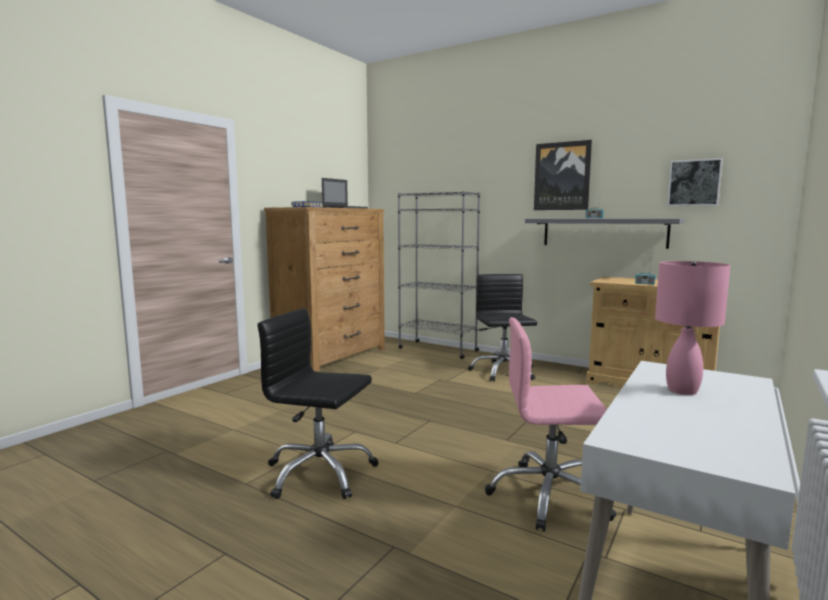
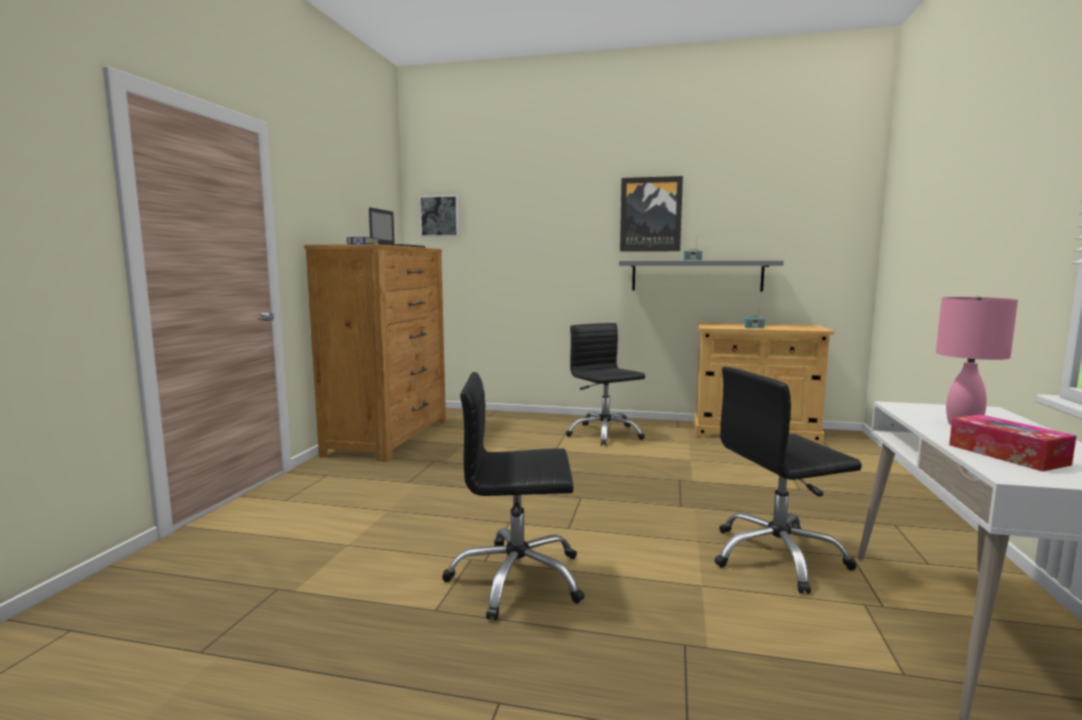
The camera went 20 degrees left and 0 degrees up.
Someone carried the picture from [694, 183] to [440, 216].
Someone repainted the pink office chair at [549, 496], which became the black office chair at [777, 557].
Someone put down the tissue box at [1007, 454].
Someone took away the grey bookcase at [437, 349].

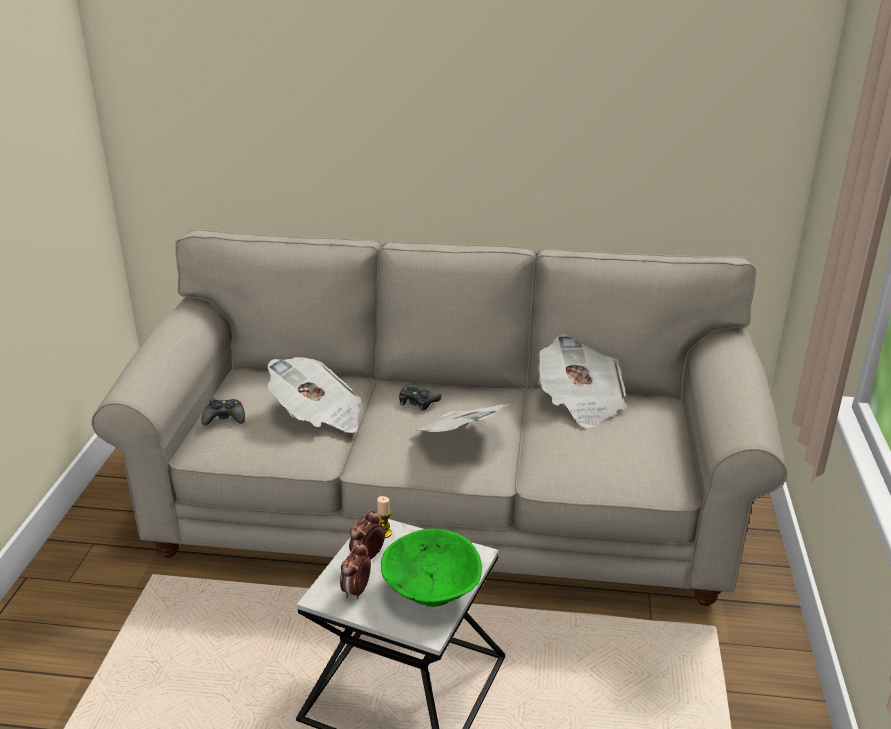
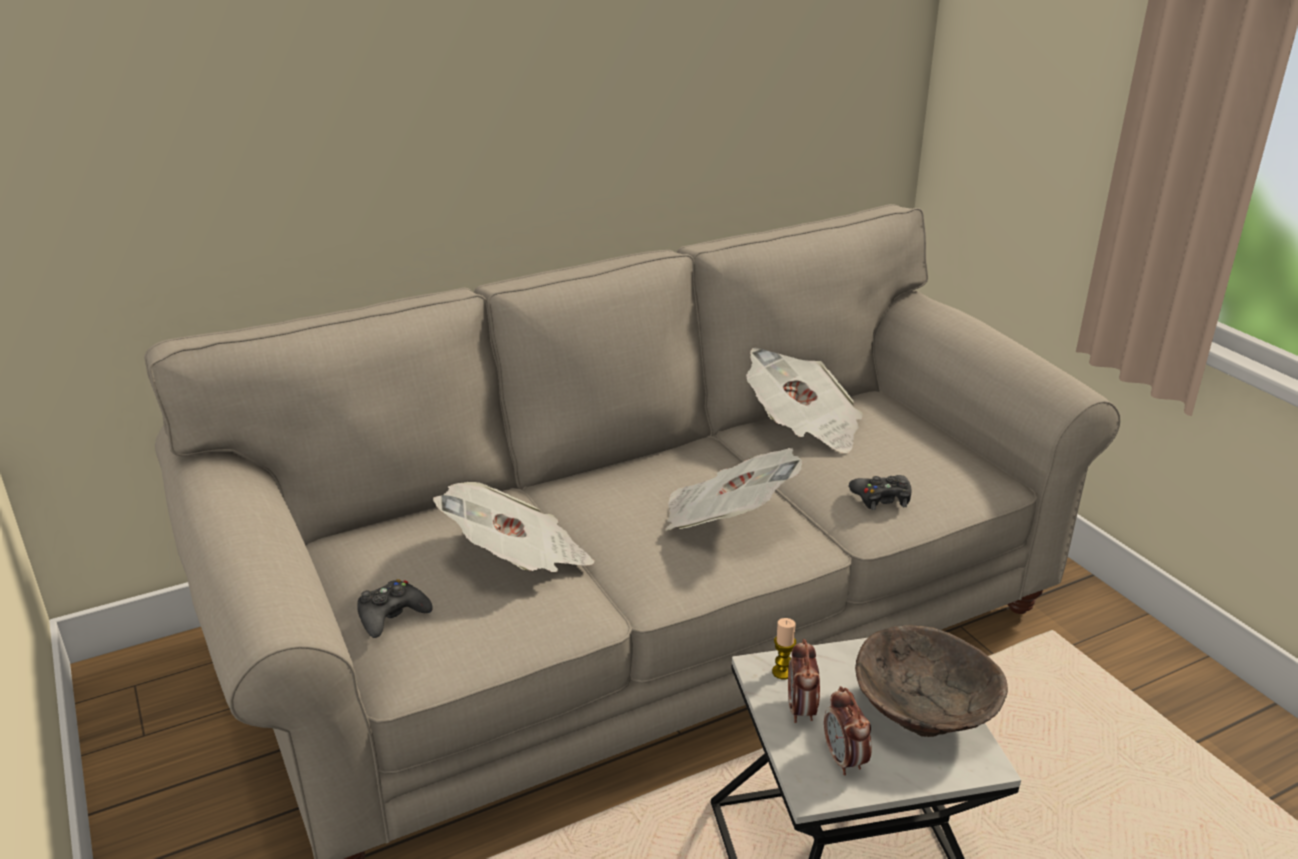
The camera went 35 degrees left and 0 degrees up.
Someone carried the black game controller from [418, 402] to [882, 498].
Someone repainted the green bowl at [431, 590], which became the brown bowl at [921, 713].

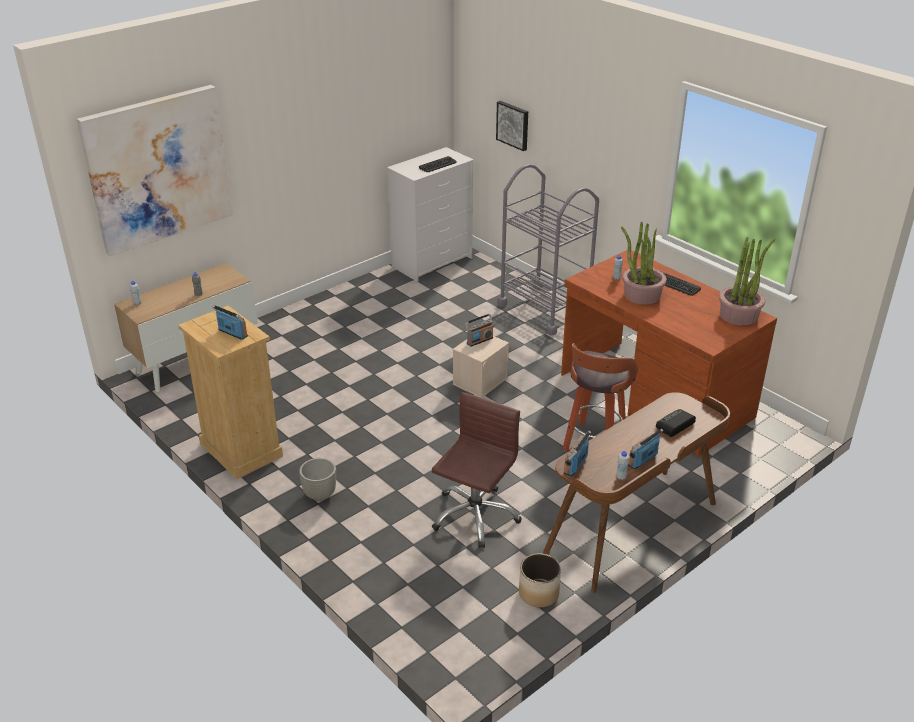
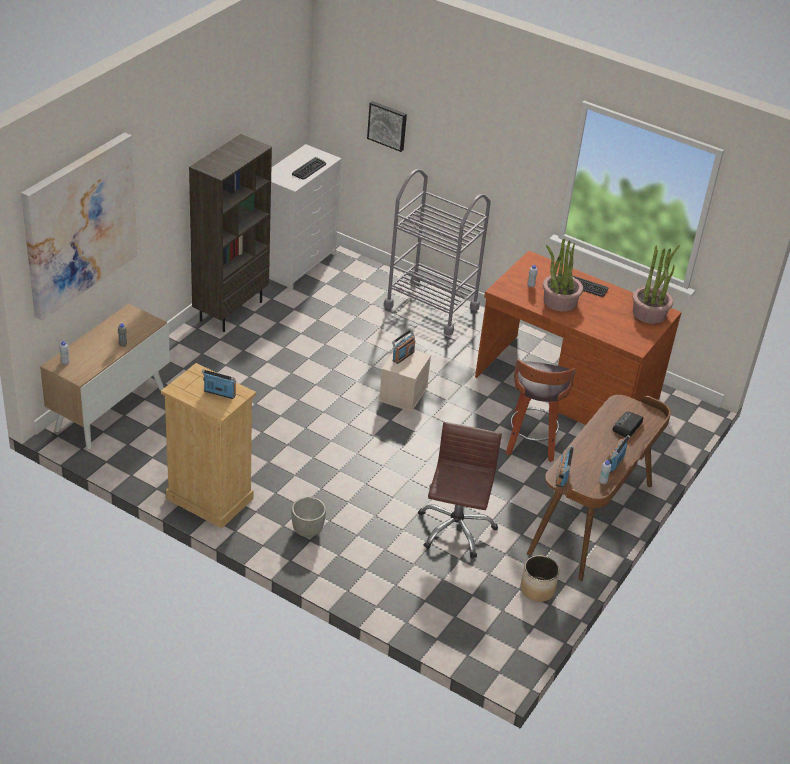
The camera went 20 degrees left and 5 degrees up.
Someone put down the brown bookcase at [230, 310].

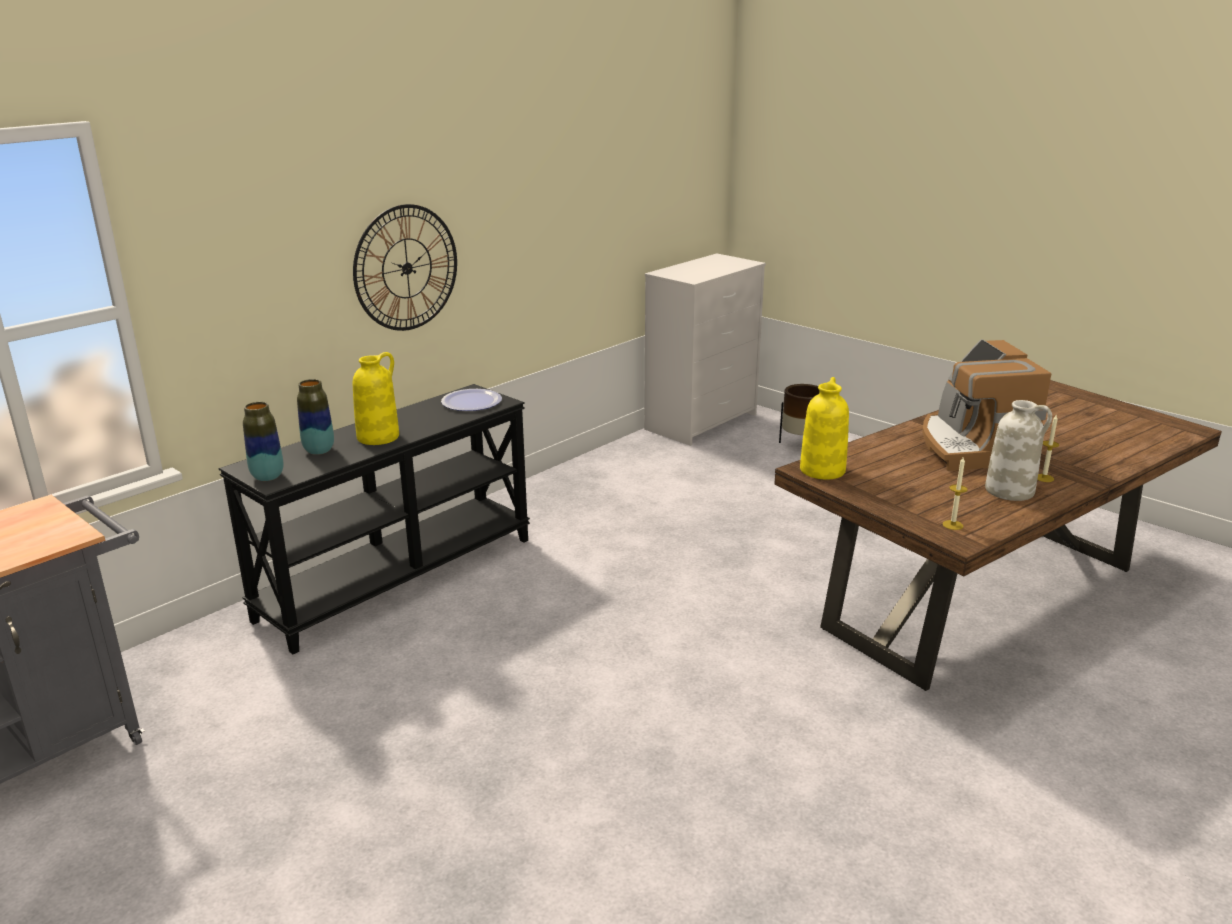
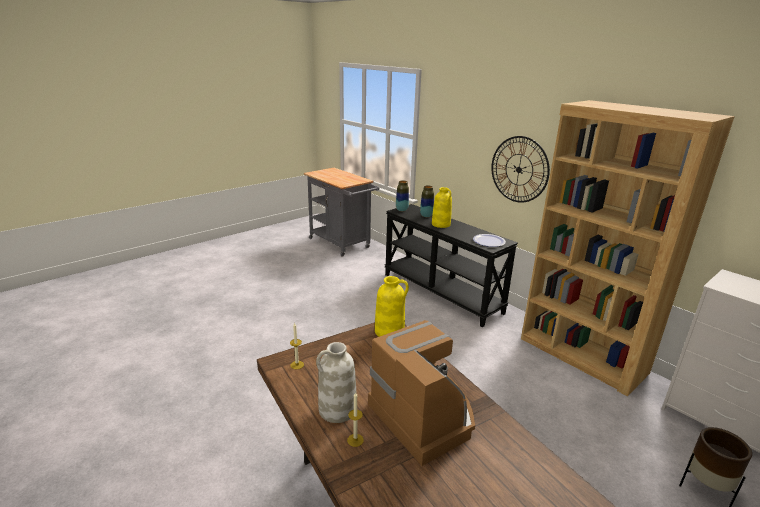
The camera went 95 degrees right and 0 degrees up.
Someone rotated the coffee machine at [971, 447] by 60 degrees clockwise.
Someone put down the brown bookcase at [582, 356].

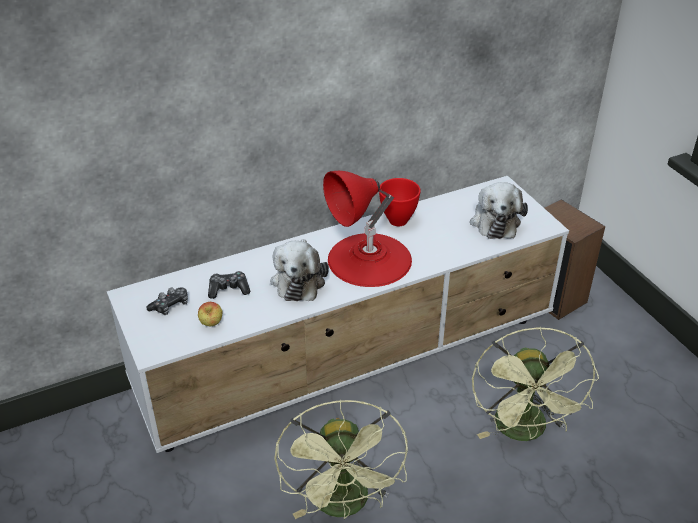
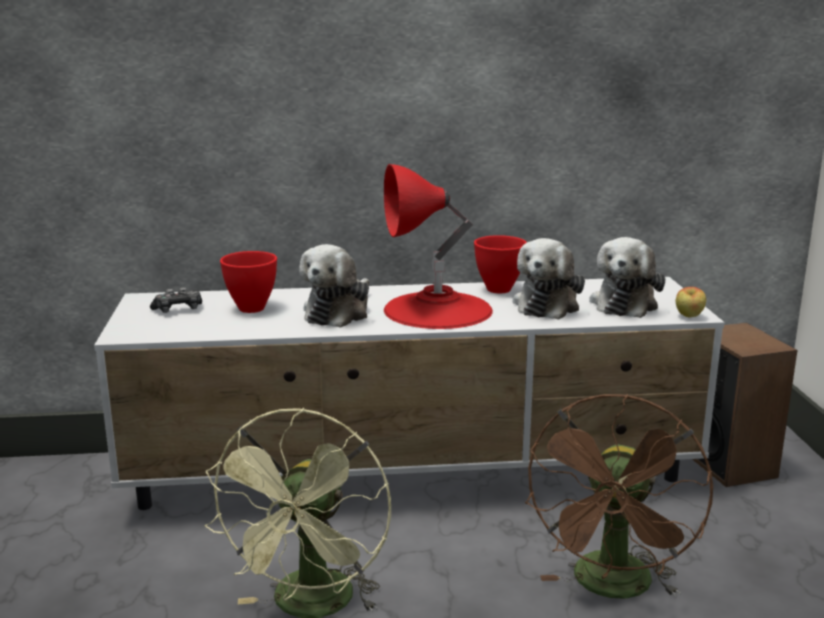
The camera went 20 degrees right and 20 degrees down.
Someone swapped the game controller at [228, 289] for the red bowl at [253, 308].
Someone put down the plush toy at [548, 305].
Someone repainted the green fan at [524, 432], which became the brown fan at [613, 588].
Someone carried the apple from [211, 324] to [689, 317].

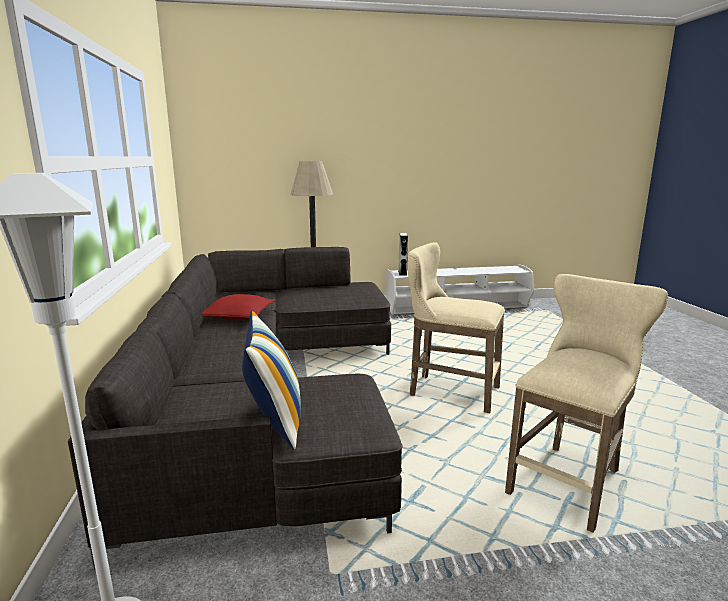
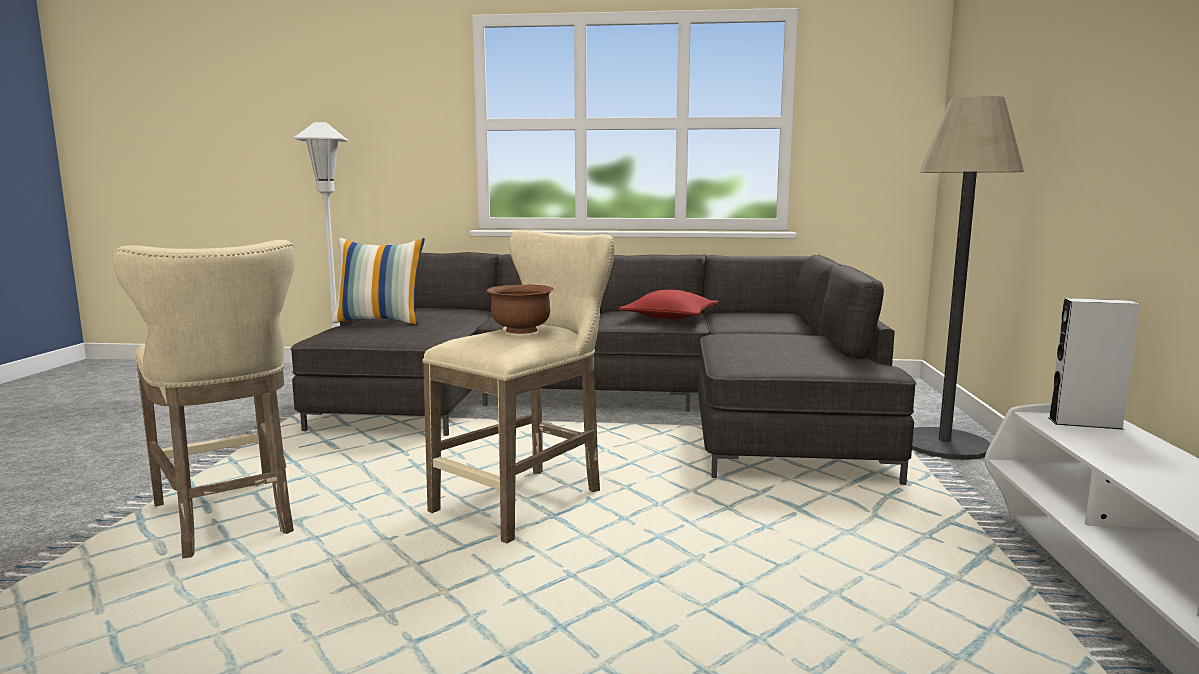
The camera went 105 degrees right and 5 degrees down.
Someone put down the brown bowl at [521, 330].

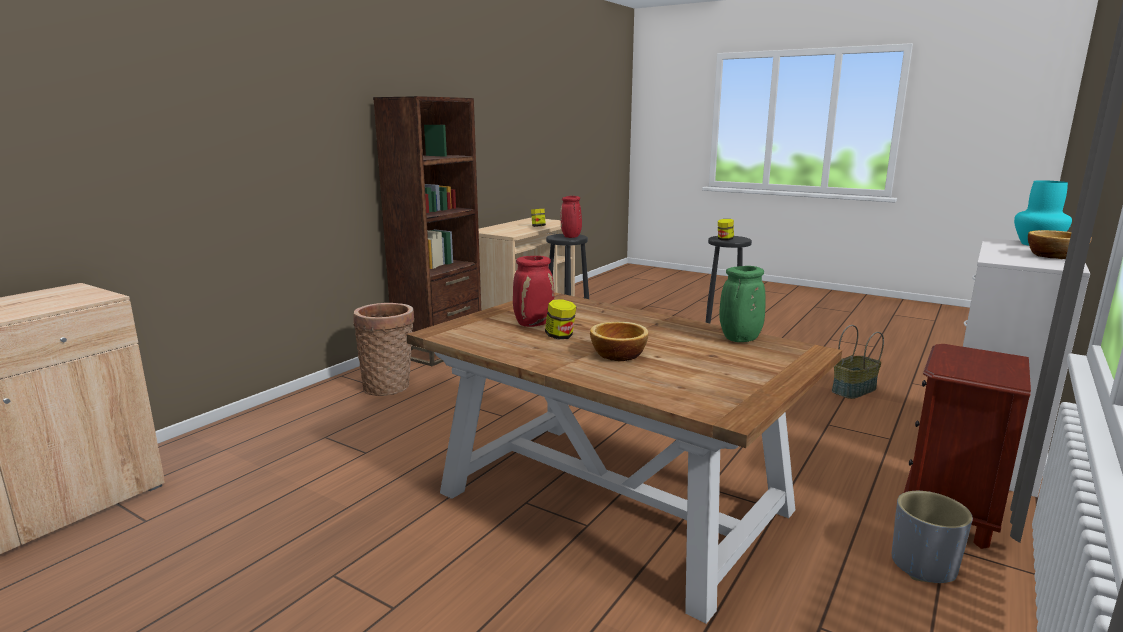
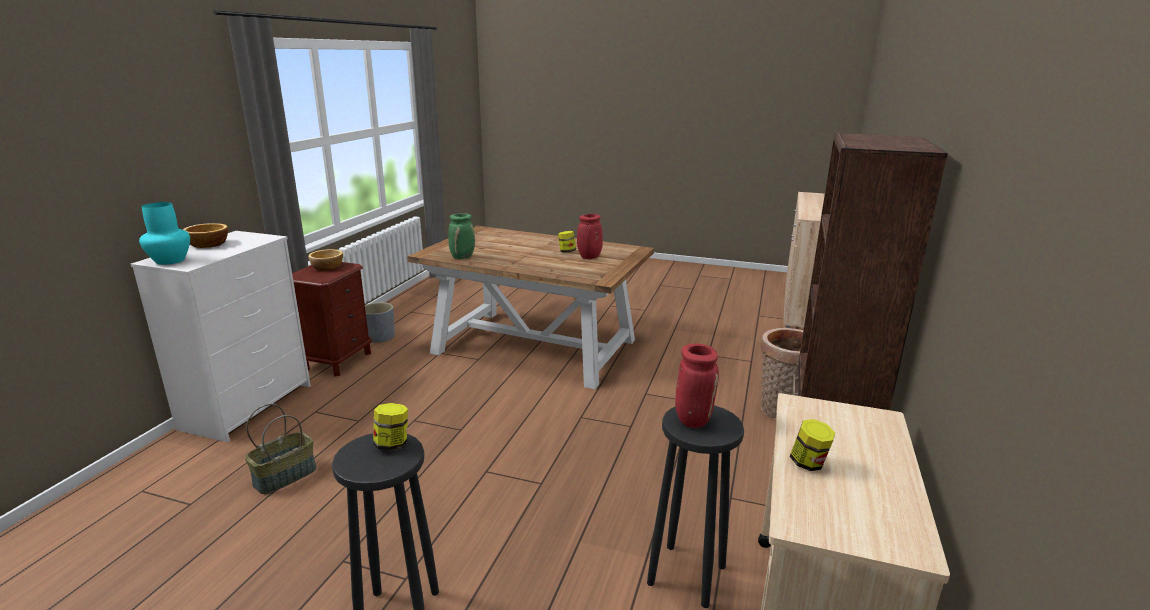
The camera went 165 degrees right and 5 degrees up.
Someone carried the bowl from [617, 354] to [327, 267].

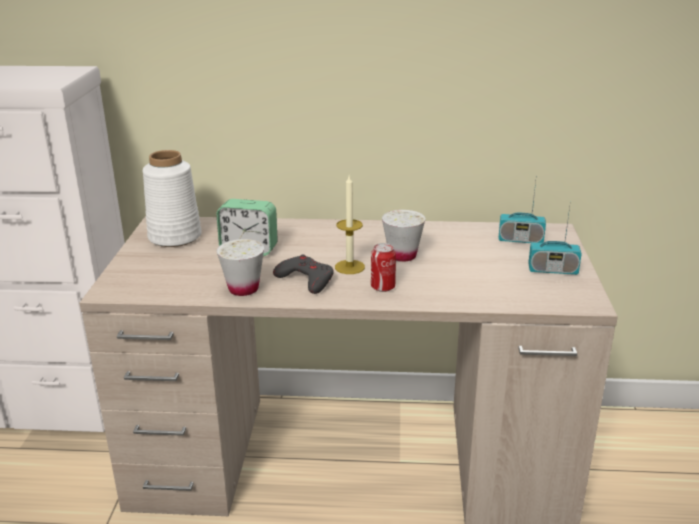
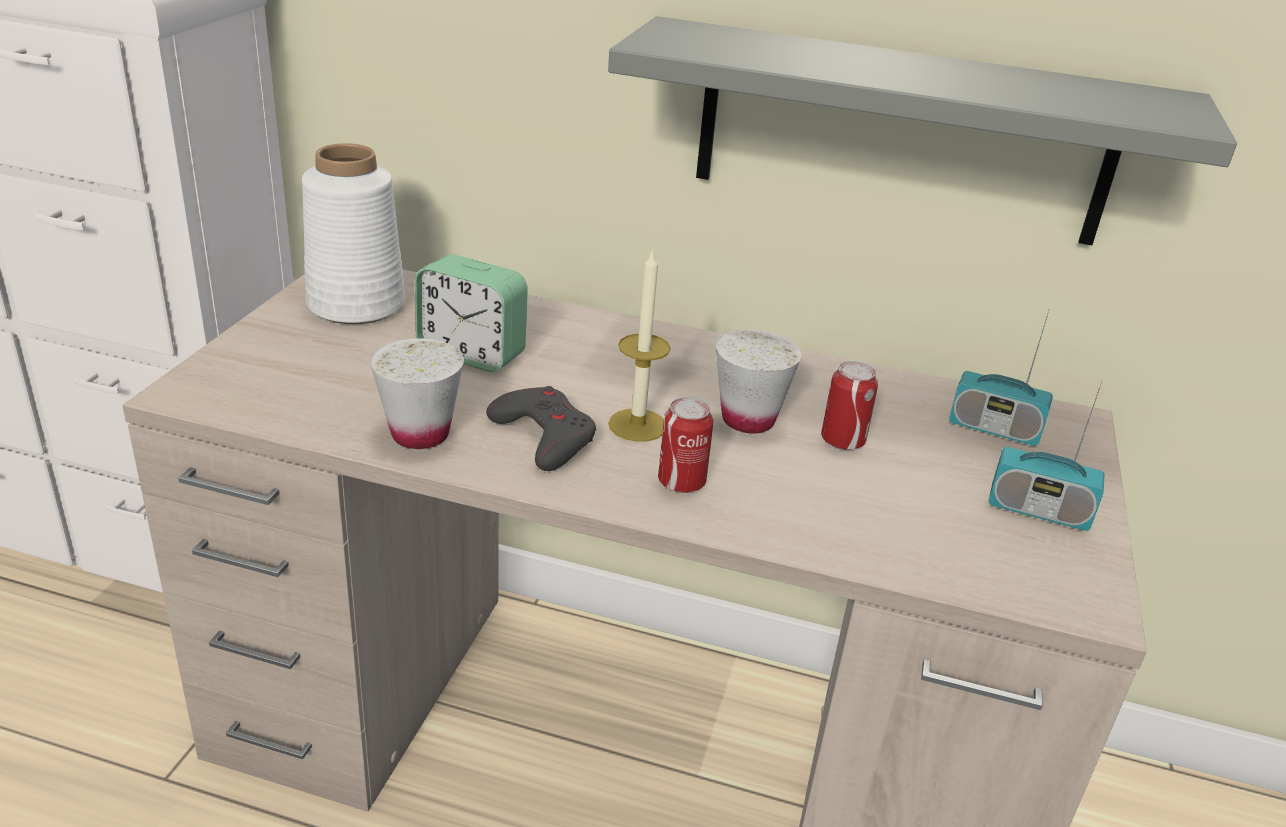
The camera went 10 degrees right and 5 degrees up.
Someone put up the grey shelf at [902, 133].
Someone put down the can at [842, 440].

